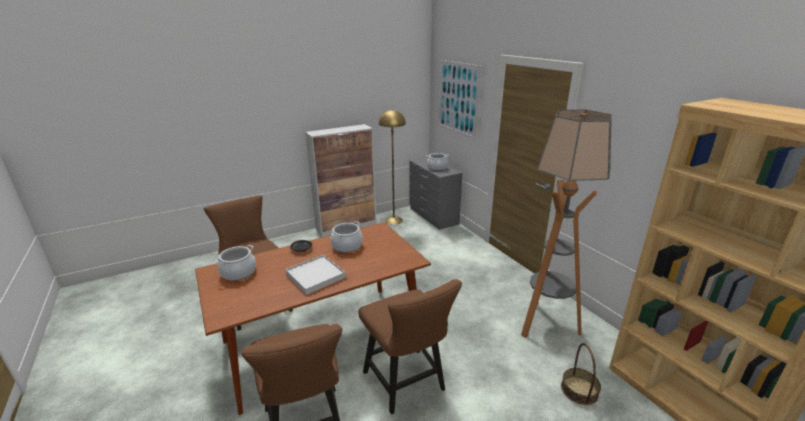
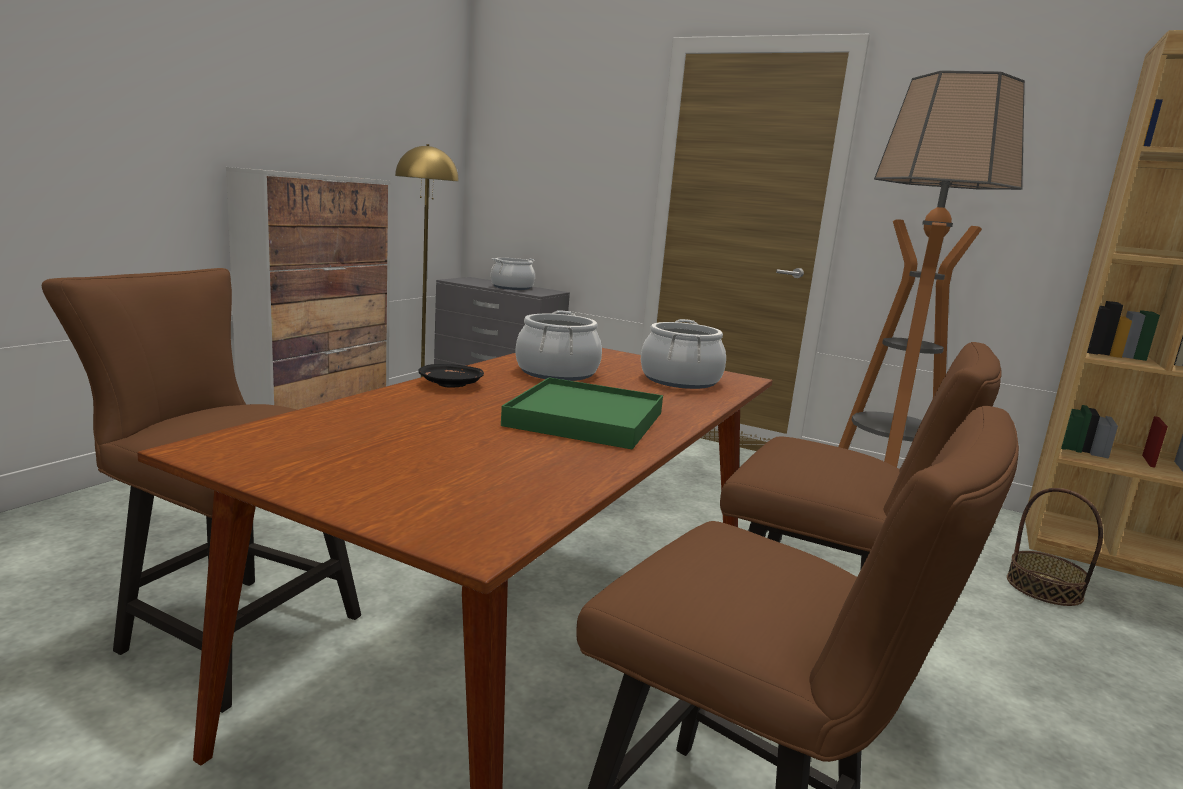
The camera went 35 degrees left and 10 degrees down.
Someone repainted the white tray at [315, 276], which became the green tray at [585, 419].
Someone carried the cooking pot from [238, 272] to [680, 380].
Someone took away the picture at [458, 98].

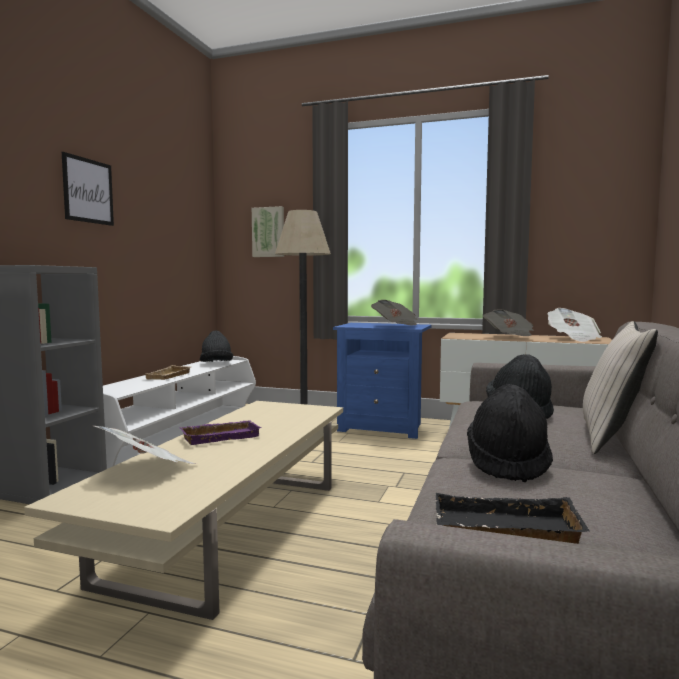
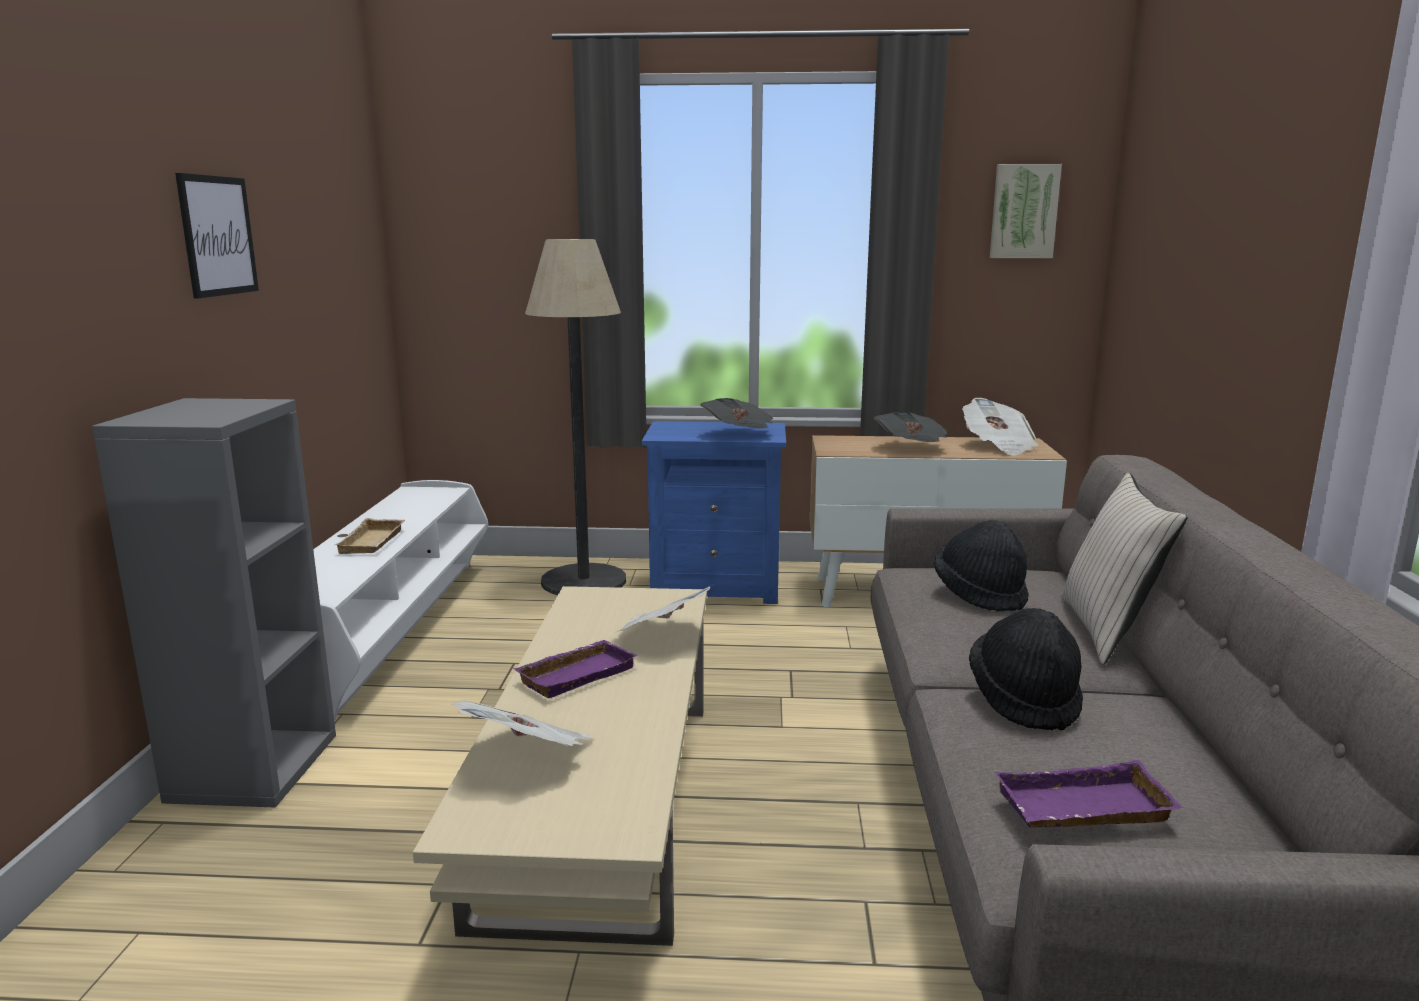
The camera went 15 degrees left and 10 degrees up.
Someone put down the newspaper at [662, 635].
Someone carried the picture from [268, 232] to [1023, 211].
Someone repainted the black tray at [503, 530], which became the purple tray at [1083, 810].
Someone took away the black hat at [216, 364].

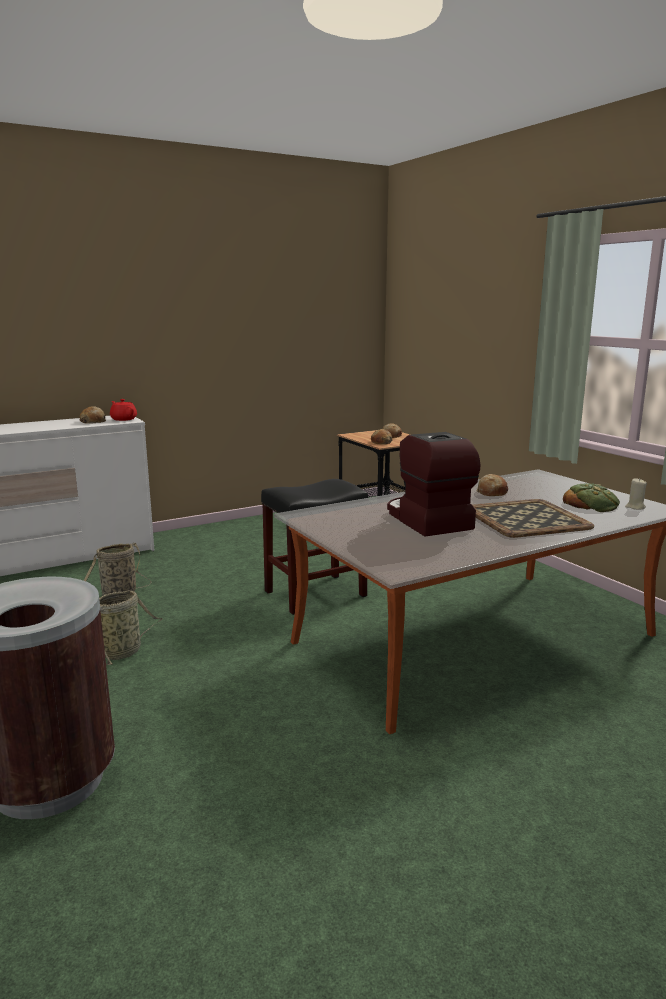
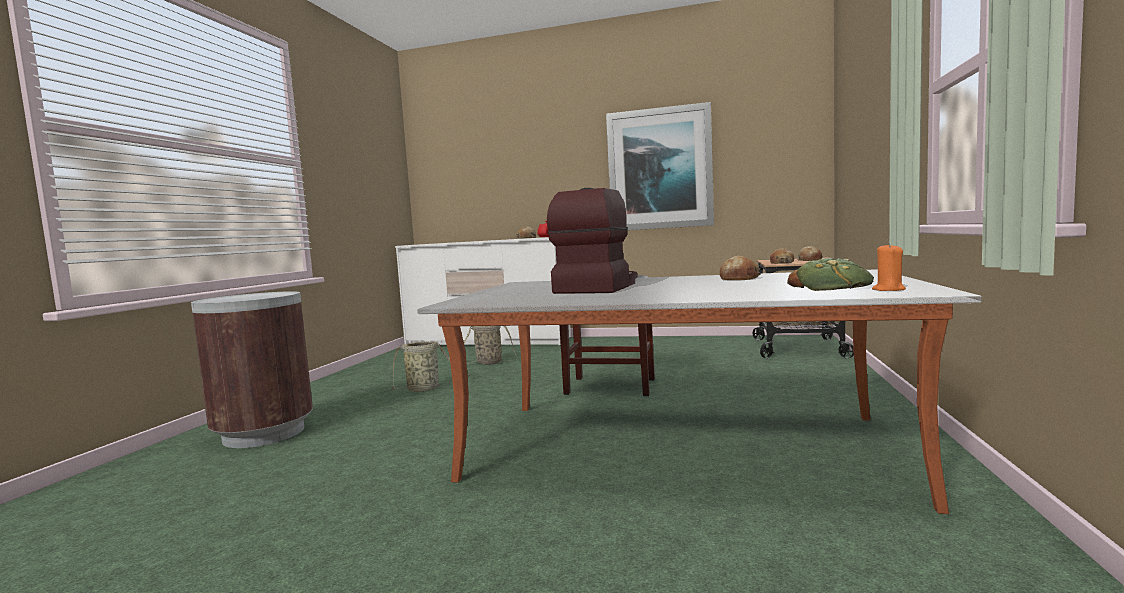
The camera went 45 degrees right and 10 degrees down.
Someone put up the picture at [660, 169].
Someone repainted the beige candle at [635, 507], which became the orange candle at [888, 290].
Someone took away the tray at [527, 519].

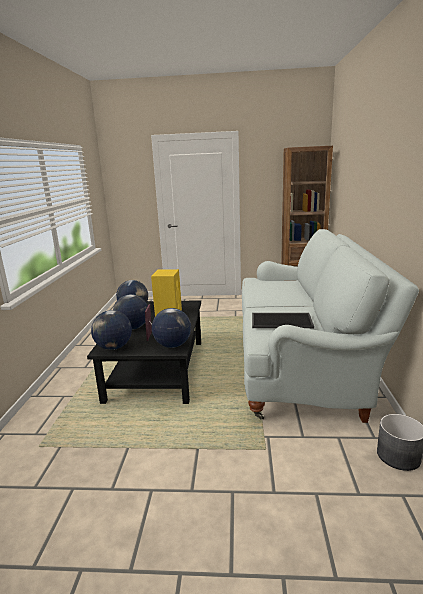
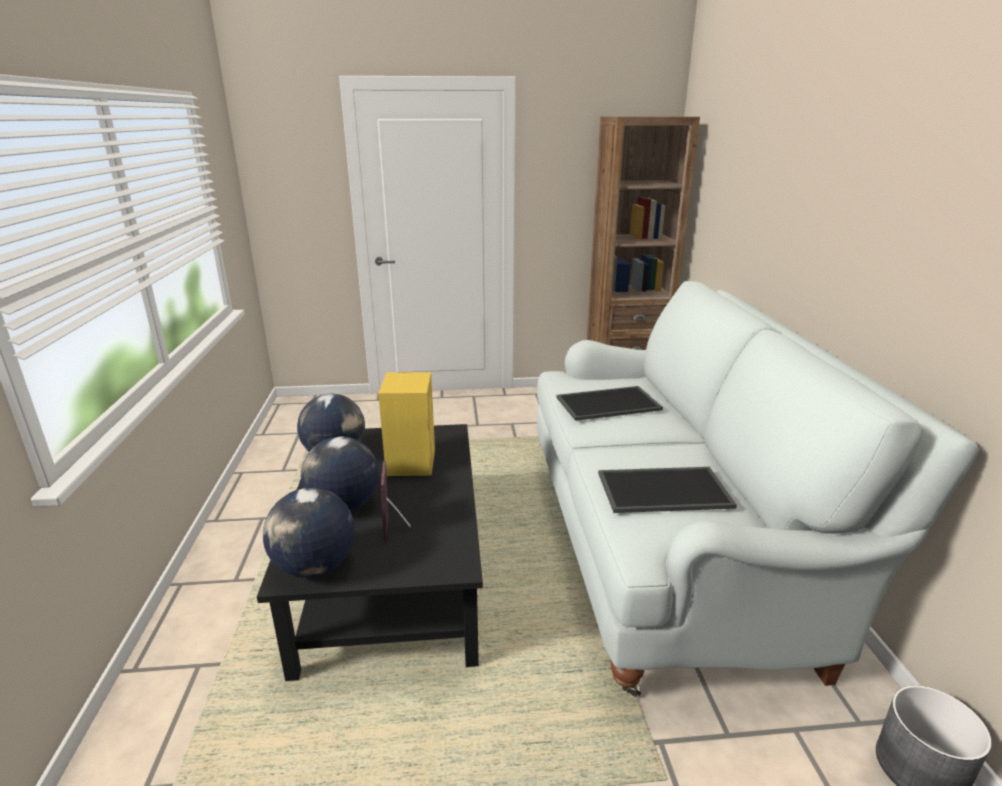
The camera went 10 degrees left and 5 degrees up.
Someone put down the tray at [608, 403].
Someone took away the globe at [173, 345].

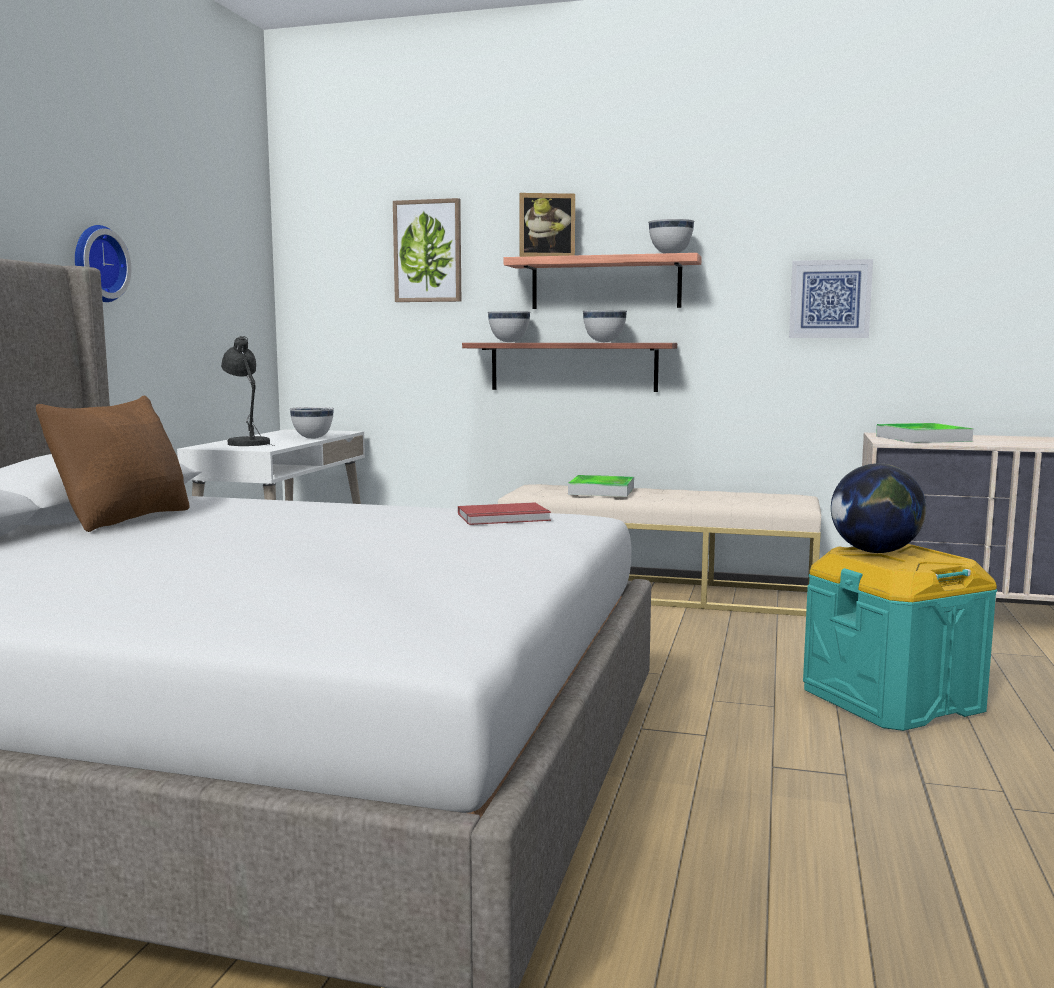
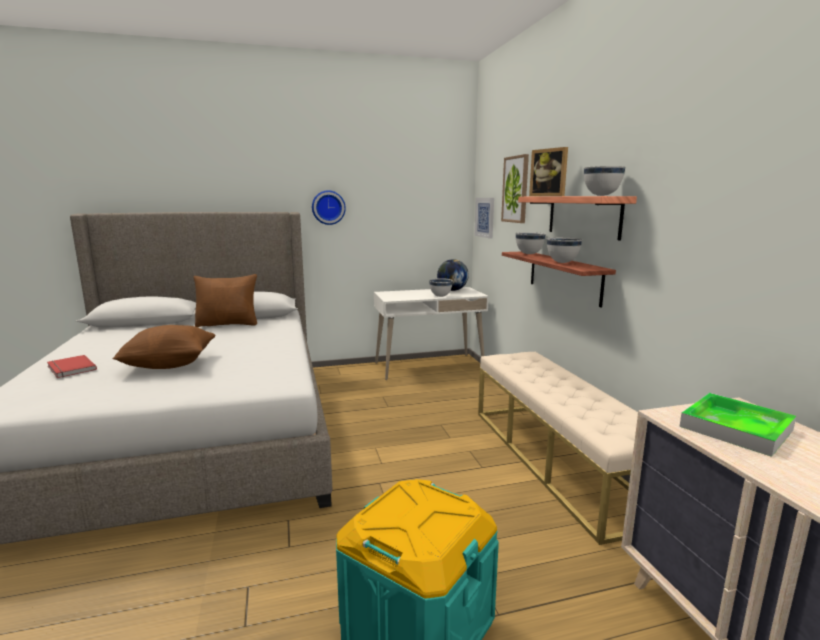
The camera went 60 degrees right and 5 degrees up.
Someone carried the red book from [504, 518] to [70, 368].
Someone put down the brown pillow at [170, 365].
Someone carried the globe from [875, 552] to [452, 290].
Someone carried the picture from [830, 299] to [485, 217].
Someone took away the grey table lamp at [248, 443].
Someone took away the tray at [601, 491].

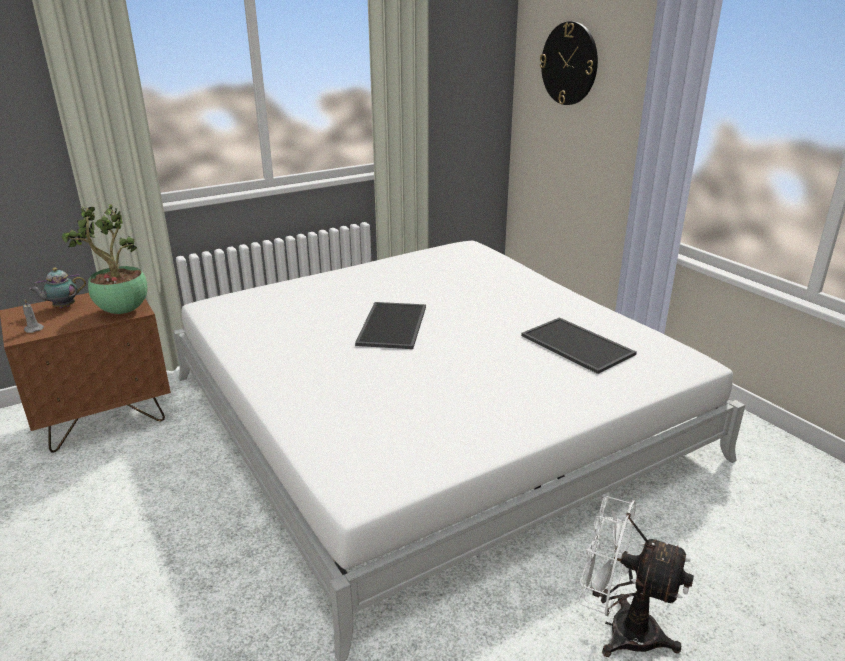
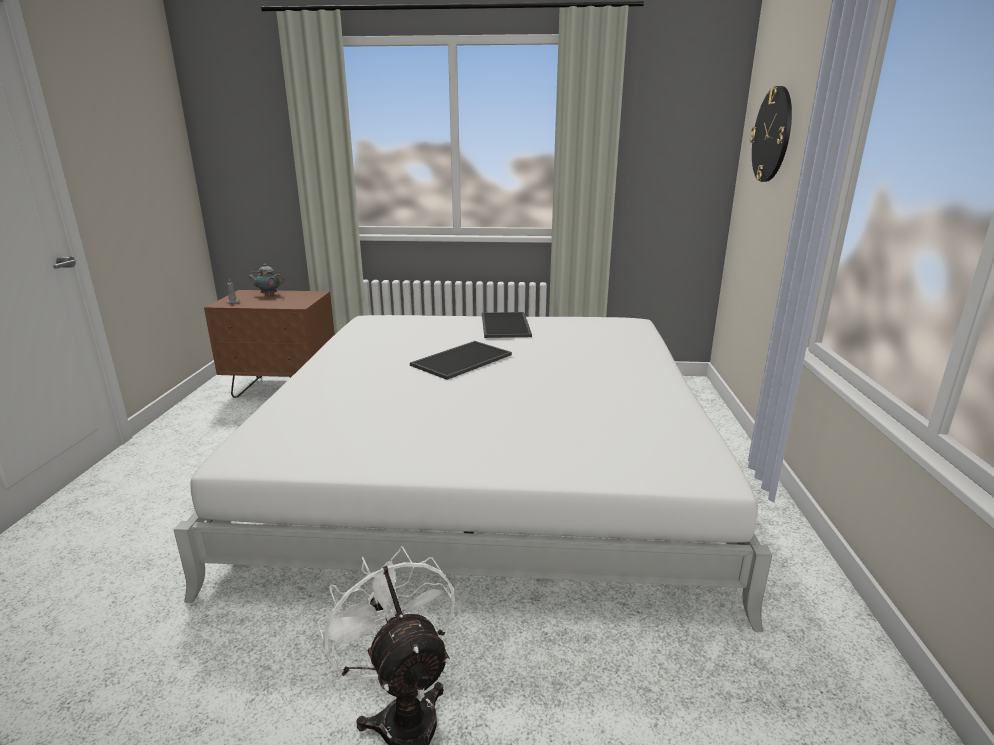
The camera went 35 degrees right and 5 degrees down.
Someone carried the tray from [579, 345] to [506, 325].
Someone took away the potted plant at [122, 312].

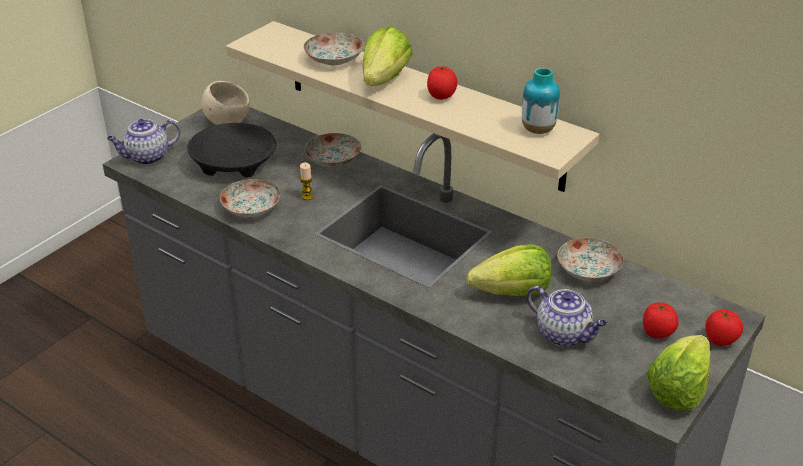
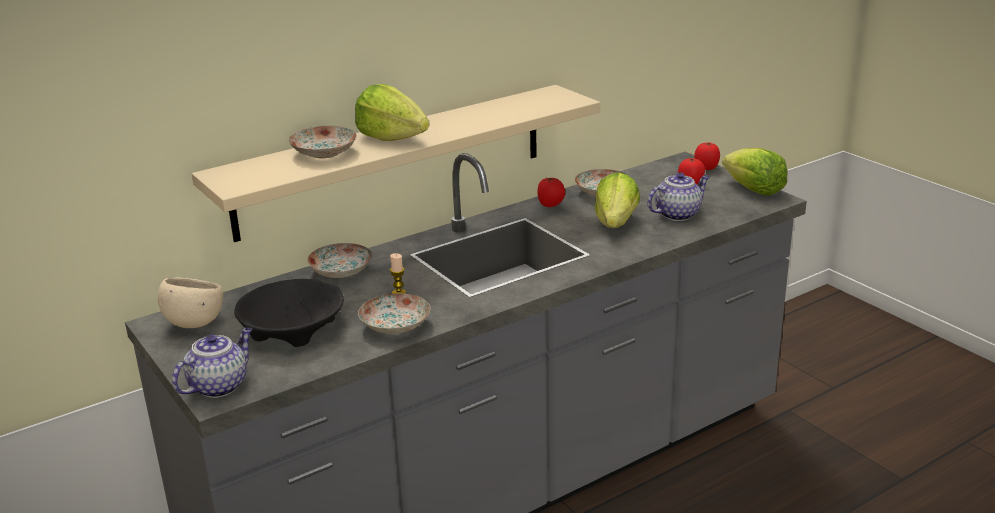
The camera went 70 degrees left and 10 degrees down.
Someone rotated the teapot at [147, 157] by 135 degrees counterclockwise.
Someone carried the tomato from [441, 97] to [551, 205].
Someone took away the vase at [538, 130].

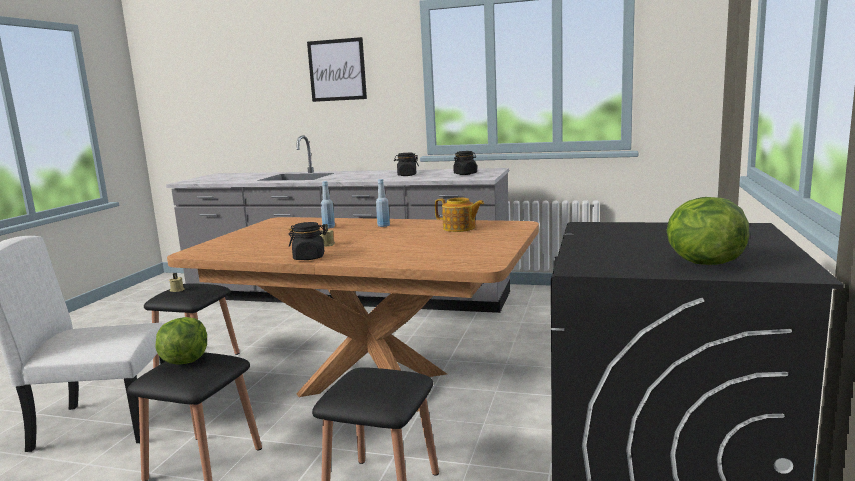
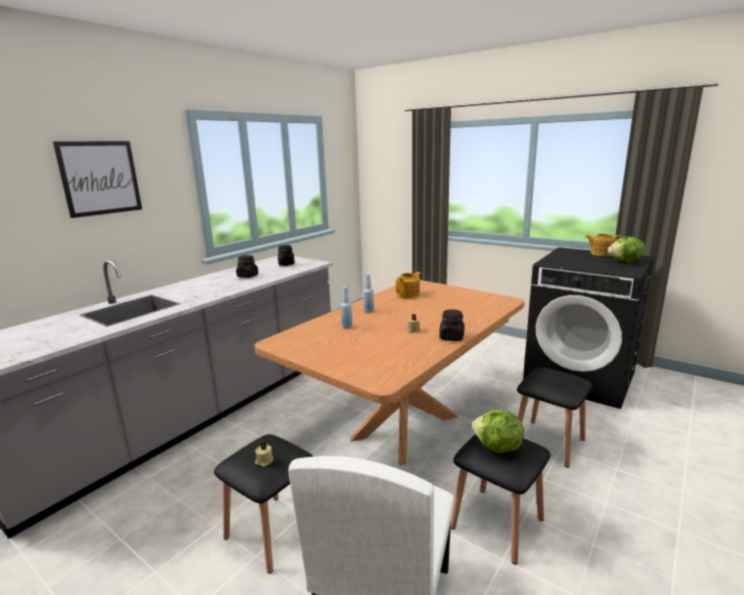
The camera went 70 degrees left and 5 degrees up.
Someone put down the teapot at [601, 254].

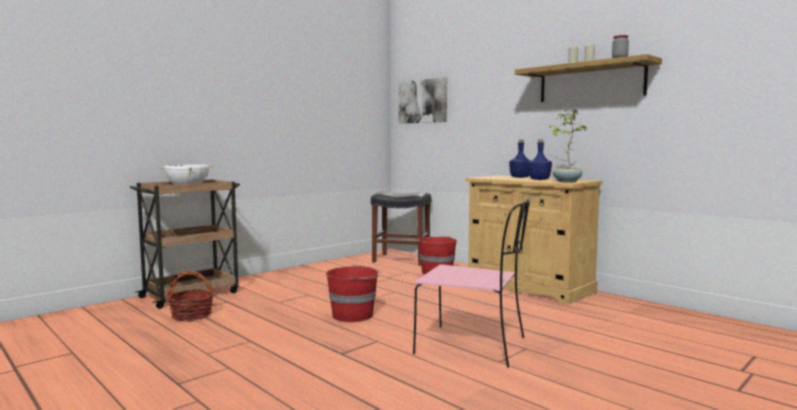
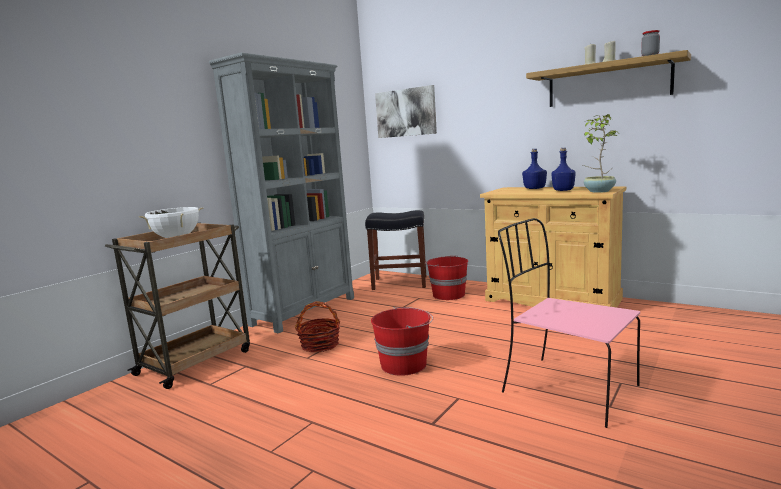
The camera went 10 degrees left and 5 degrees up.
Someone put down the grey bookcase at [305, 311].
Someone carried the basket from [192, 315] to [320, 345].
Someone rotated the pink chair at [474, 346] by 150 degrees counterclockwise.

